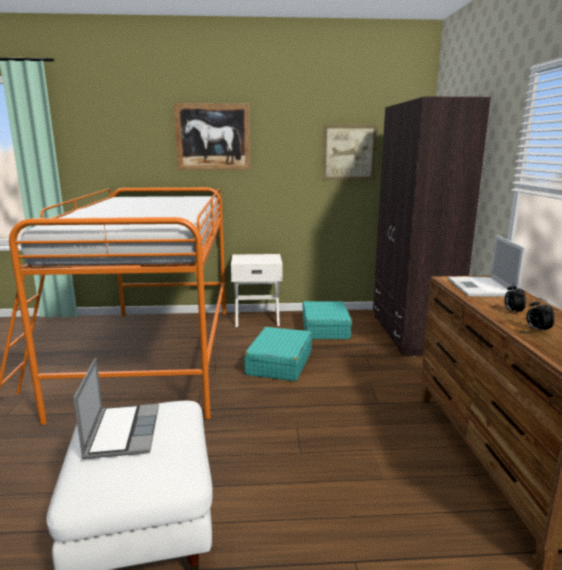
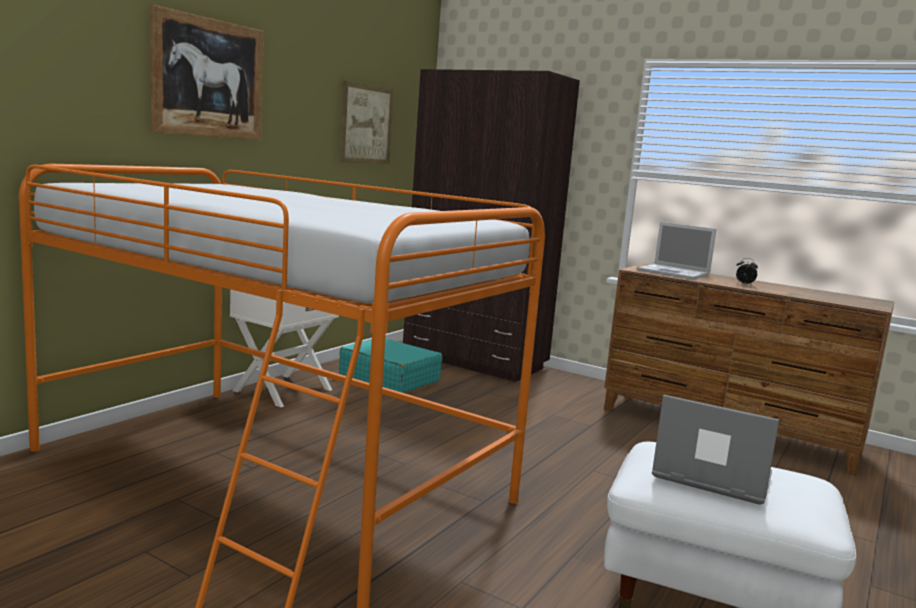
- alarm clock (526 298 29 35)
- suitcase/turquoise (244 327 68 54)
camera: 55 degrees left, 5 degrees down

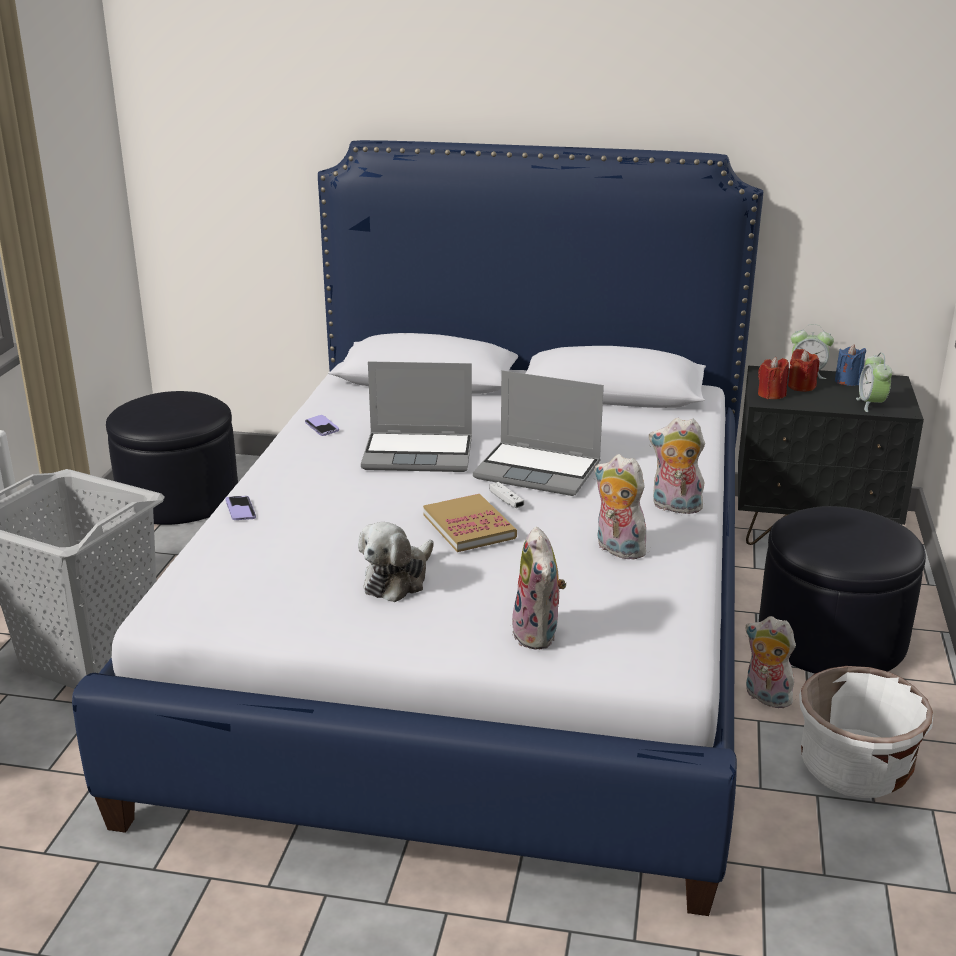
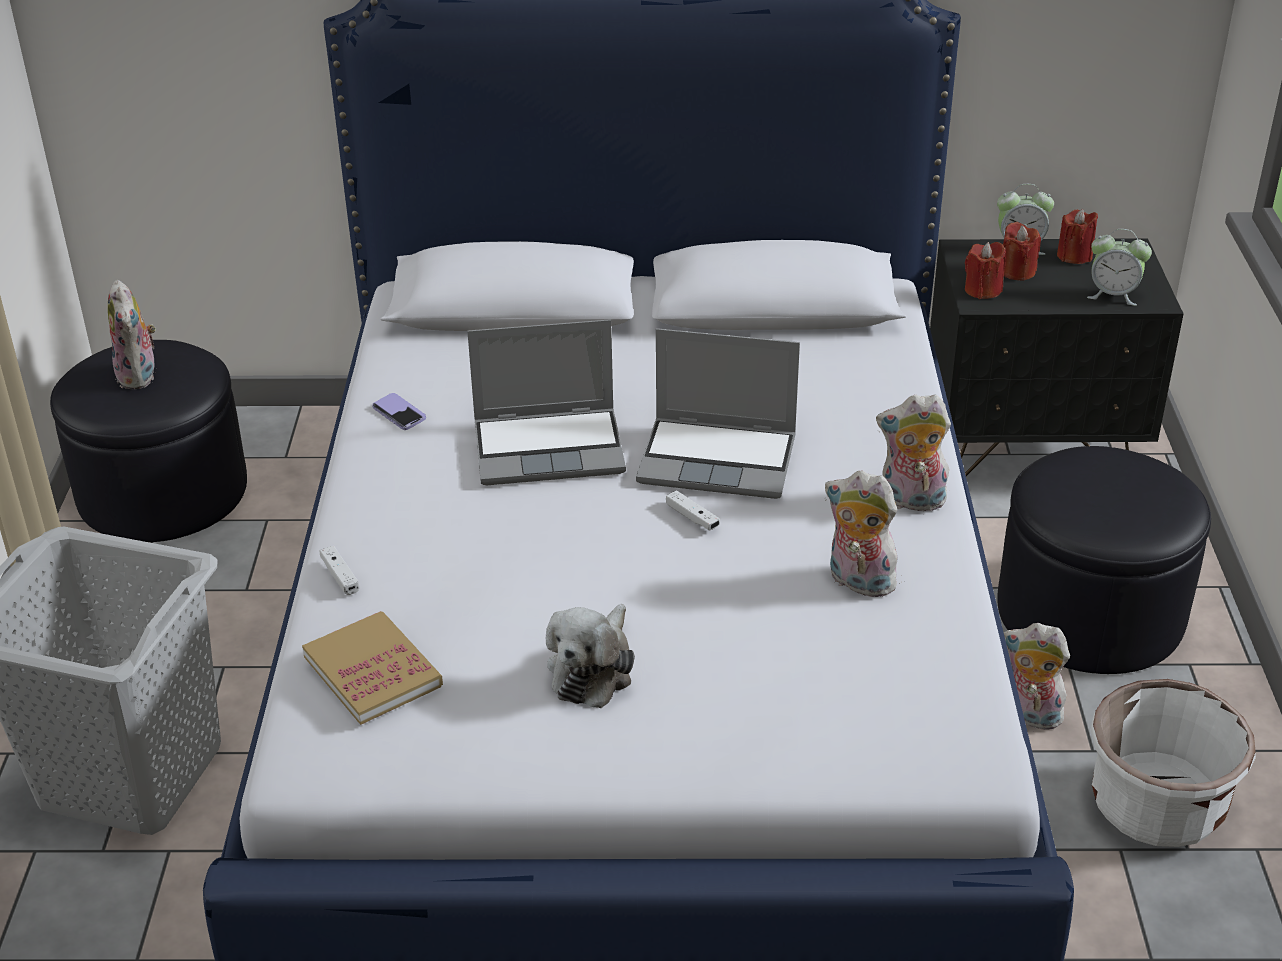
~ candle/blue (835 344 31 42) to candle/red (1057 209 41 55)
~ alarm clock (856 352 36 60) = (1087 229 65 77) 60 degrees counterclockwise
~ book (423 494 94 58) to (302 611 141 114)
~ phone (225 496 31 24) to game controller/white (320 546 39 49)
~ plush toy (512 527 54 123) to (108 280 48 110)
camera: 10 degrees left, 10 degrees up

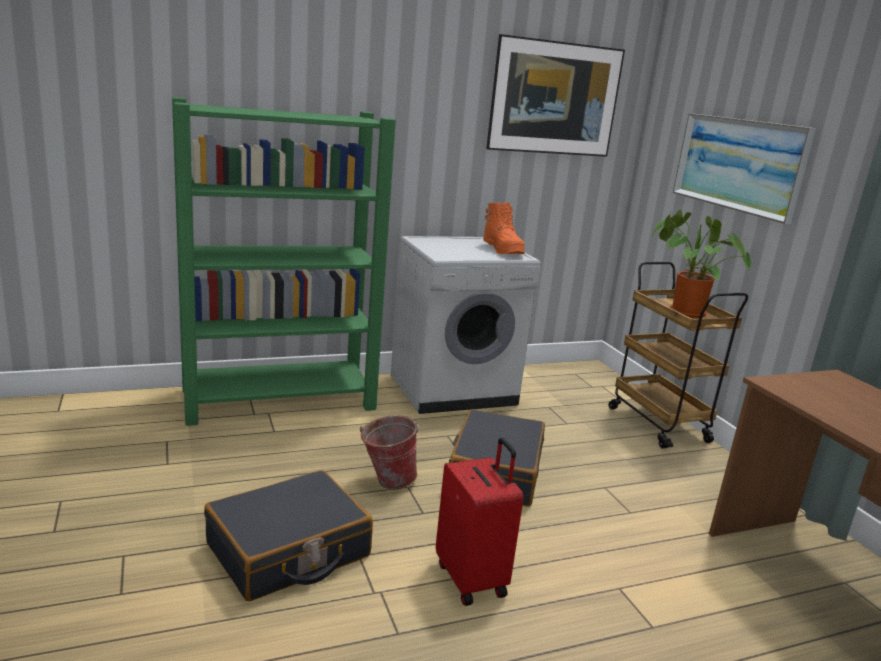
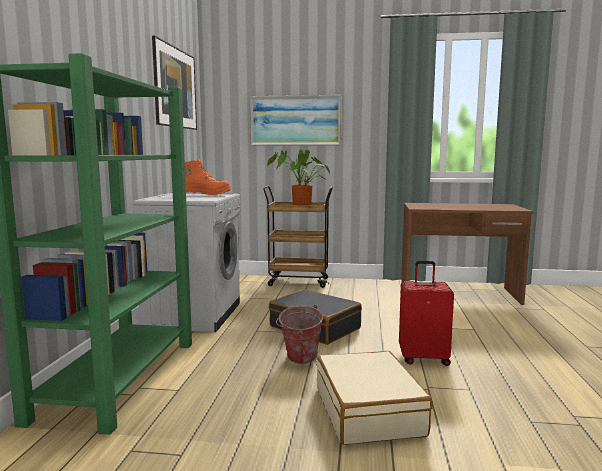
~ suitcase/black (204 470 169 131) to suitcase/beige (316 351 117 94)
camera: 60 degrees left, 10 degrees down

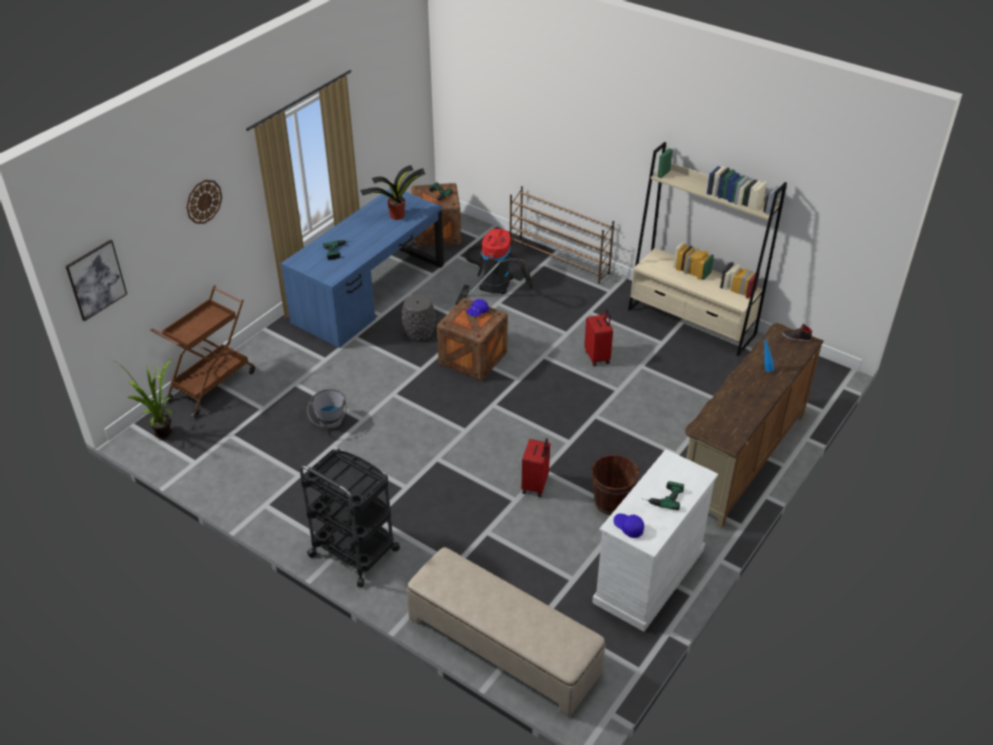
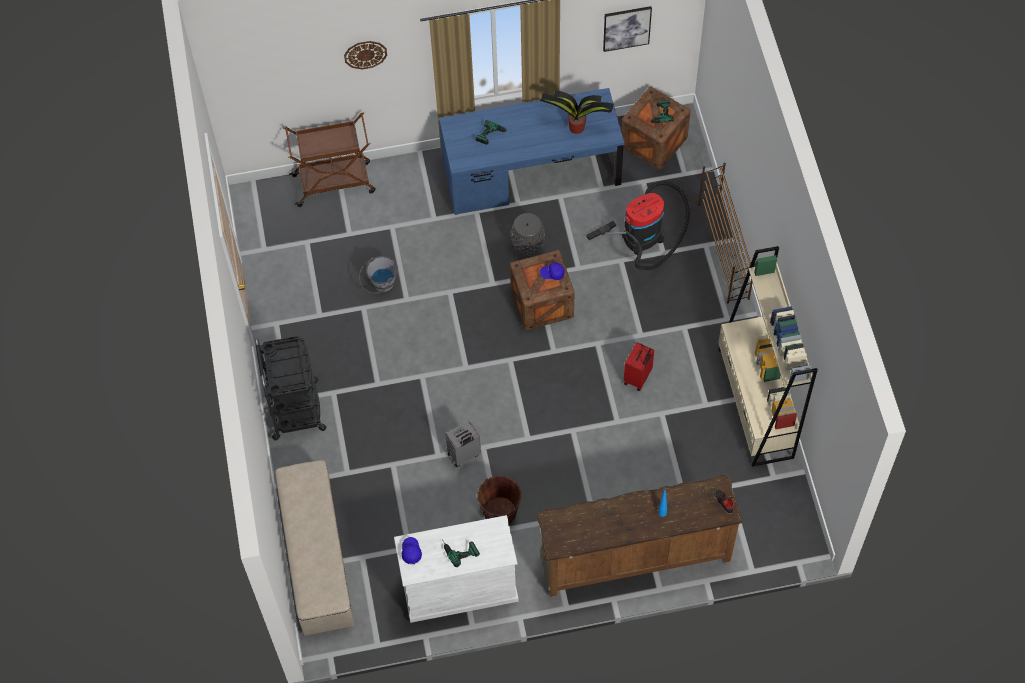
~ picture (66 240 61 81) to (603 6 49 46)
- potted plant (114 359 59 80)
~ suitcase/red (521 438 29 59) to suitcase/grey (445 421 36 46)
camera: 45 degrees right, 20 degrees up

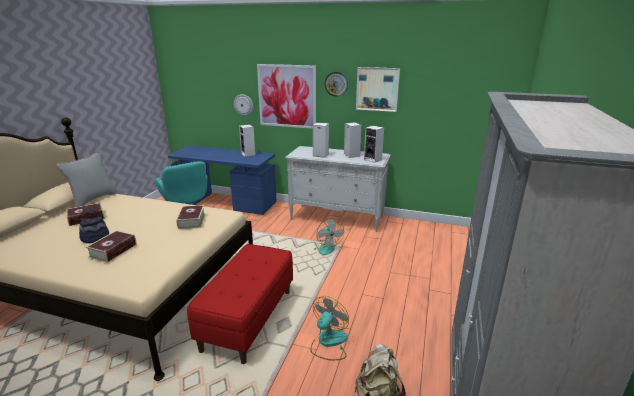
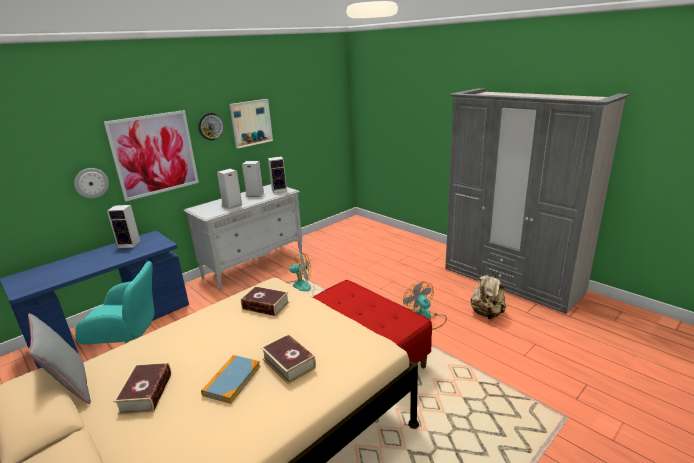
~ hat (79 206 30 37) to book (201 355 60 49)
camera: 60 degrees left, 0 degrees up

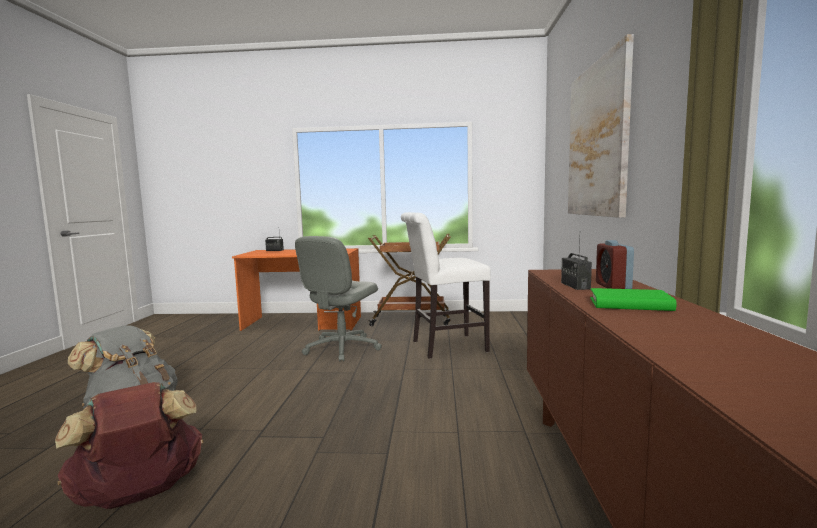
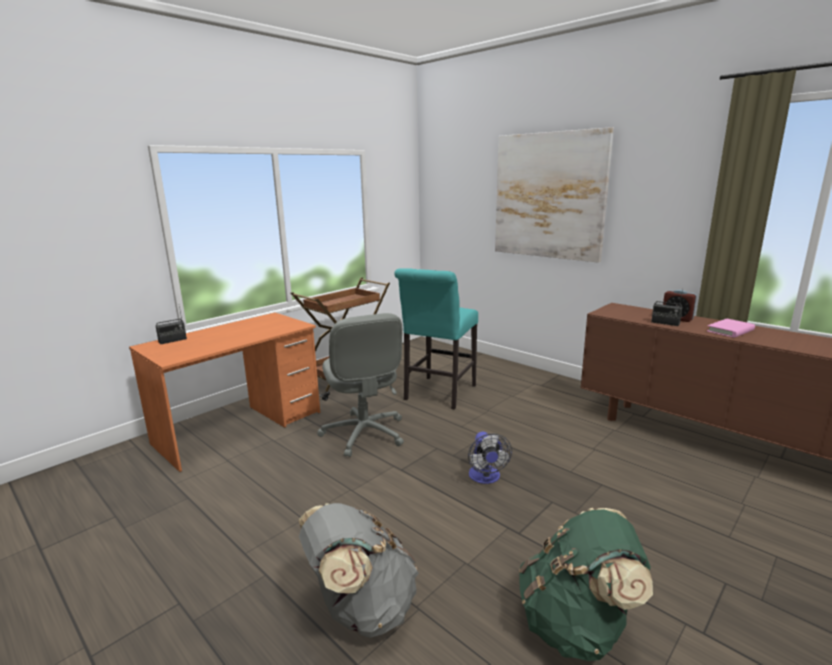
~ stool/white (401 212 90 147) to stool/turquoise (394 268 84 142)
~ book/green (590 288 86 23) to book/pink (707 319 48 19)
~ backpack/brown (55 382 149 127) to backpack/green (519 508 134 153)
+ fan (468 432 44 52)
camera: 50 degrees left, 10 degrees up

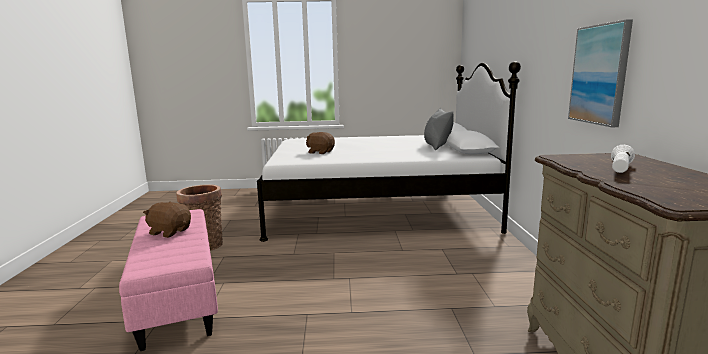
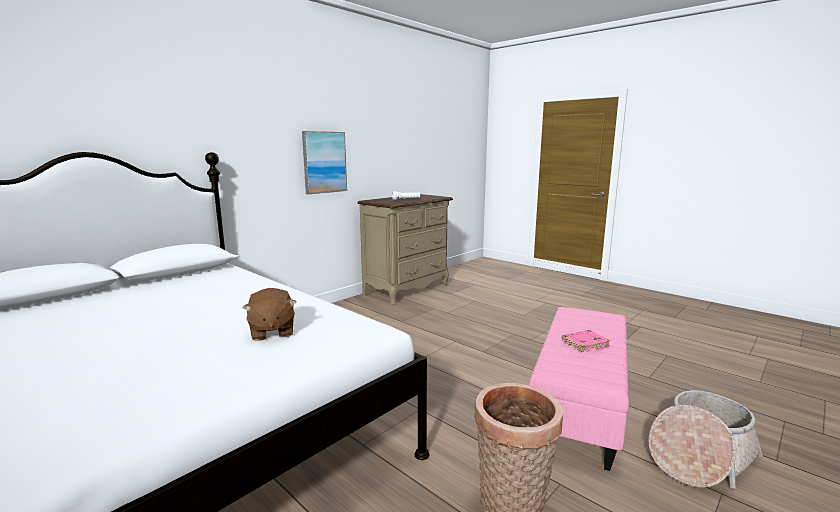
- pillow/grey (424 108 30 42)
~ plush toy/brown (143 201 48 37) to book/pink (561 330 49 22)
+ basket (648 390 115 99)
camera: 135 degrees left, 0 degrees up

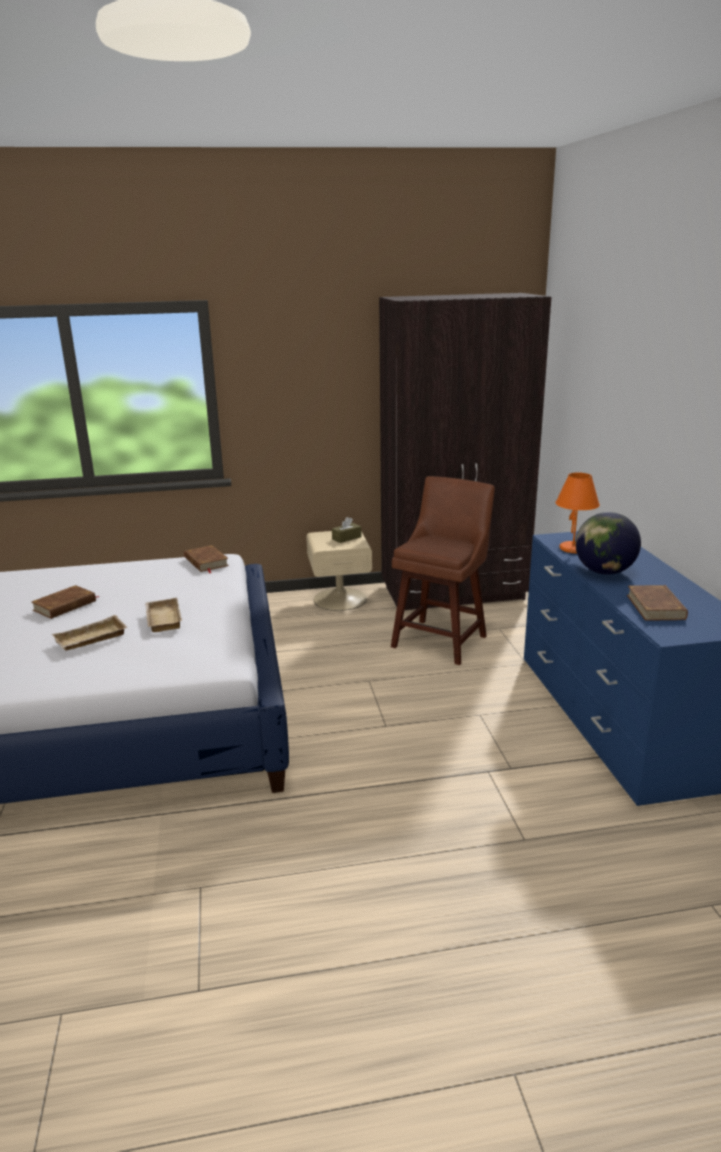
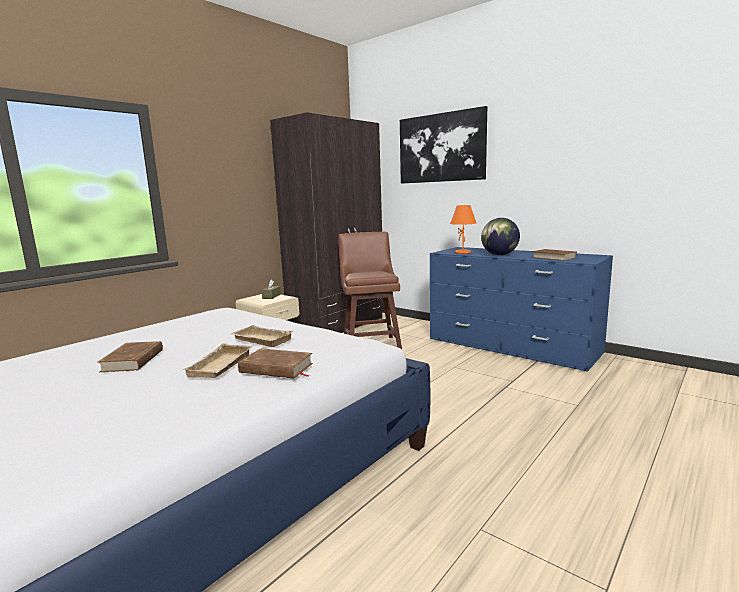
~ book/brown (184 545 45 29) to (238 348 75 31)
+ picture (400 106 87 78)
camera: 40 degrees left, 10 degrees down

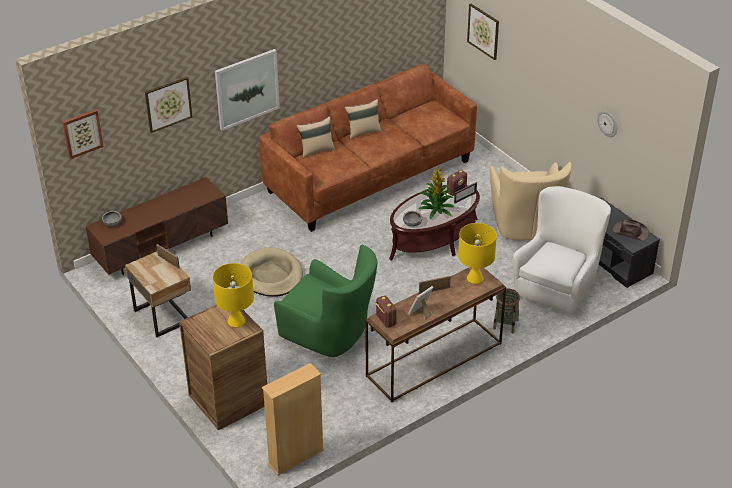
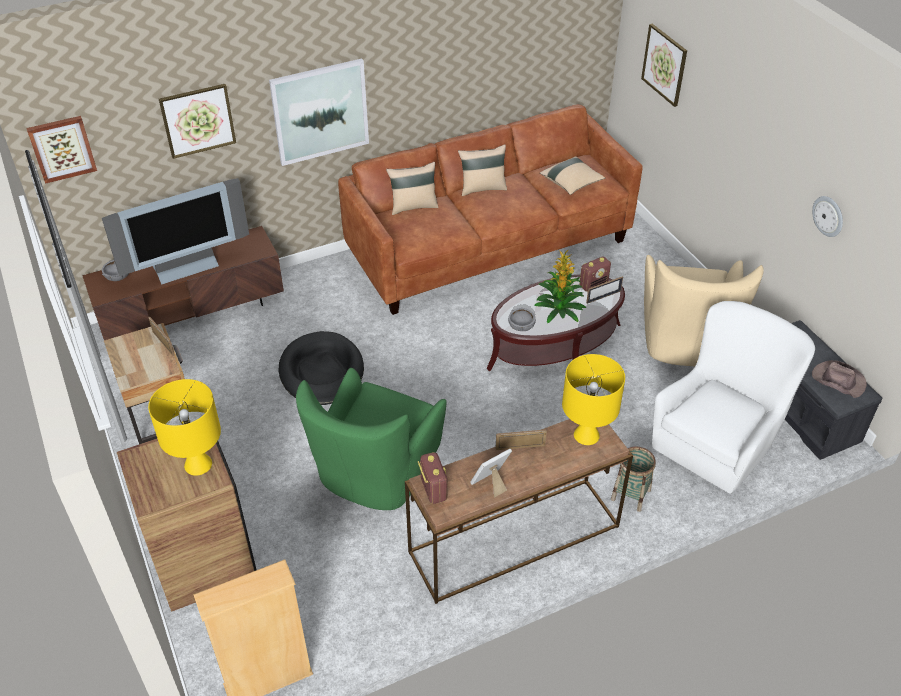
~ armchair/green (274 245 104 112) = (296 368 151 142) 75 degrees clockwise
~ dog bed/beige (241 247 62 50) to dog bed/black (279 331 85 74)
+ pillow/beige (540 156 65 39)
+ television (102 178 147 107)
camera: 10 degrees right, 5 degrees up

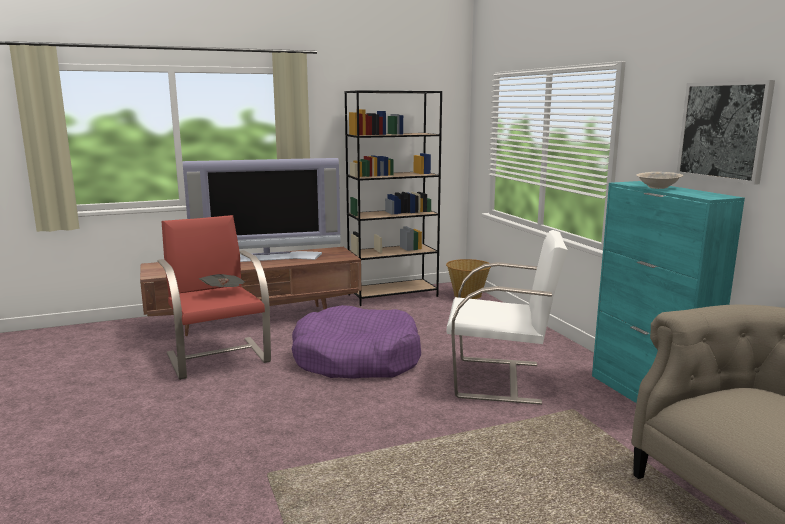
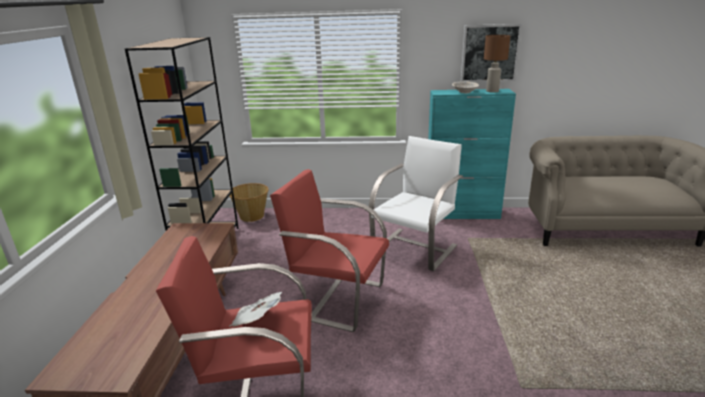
- television (183 158 158 104)
~ dog bed/purple (292 305 129 74) to armchair/red (270 169 119 163)
+ table lamp/brown (484 35 26 58)
camera: 65 degrees left, 10 degrees up

